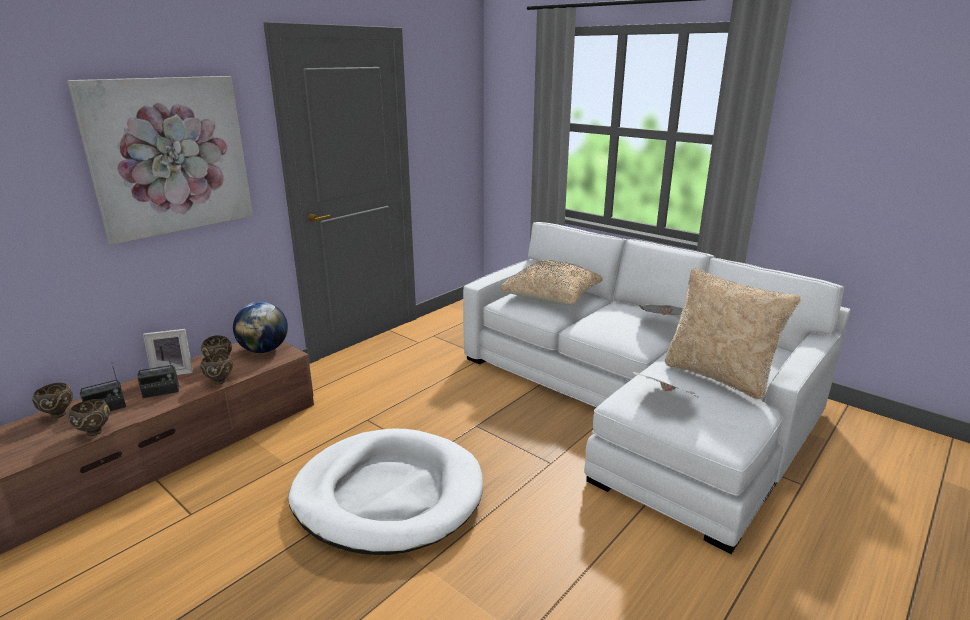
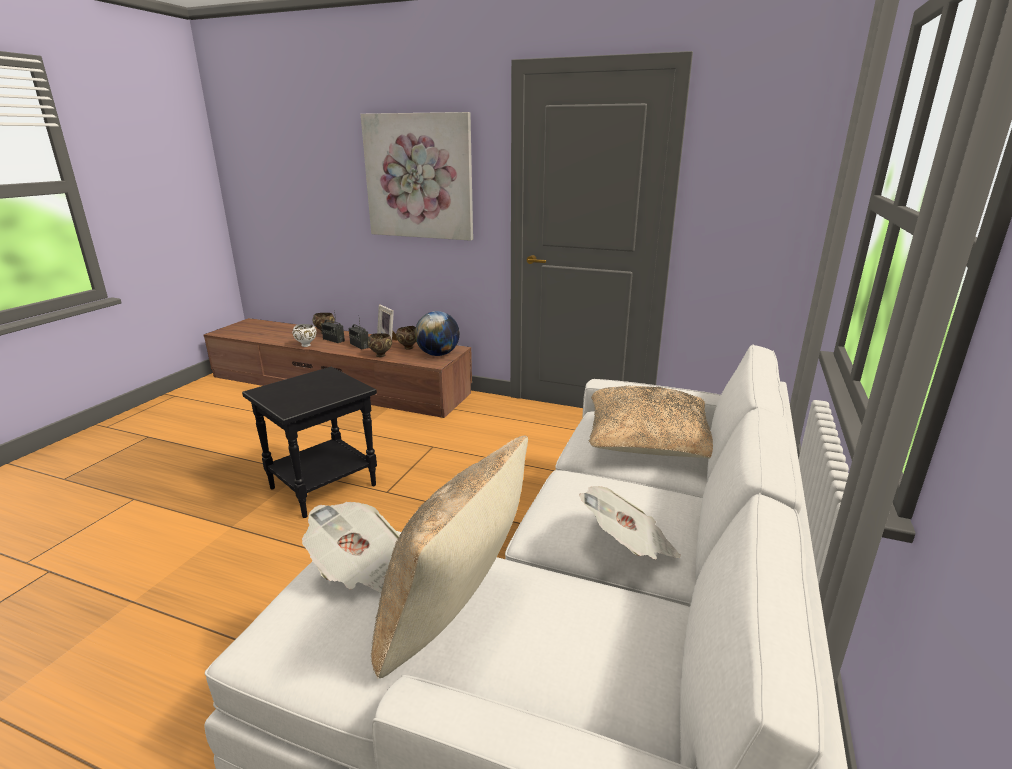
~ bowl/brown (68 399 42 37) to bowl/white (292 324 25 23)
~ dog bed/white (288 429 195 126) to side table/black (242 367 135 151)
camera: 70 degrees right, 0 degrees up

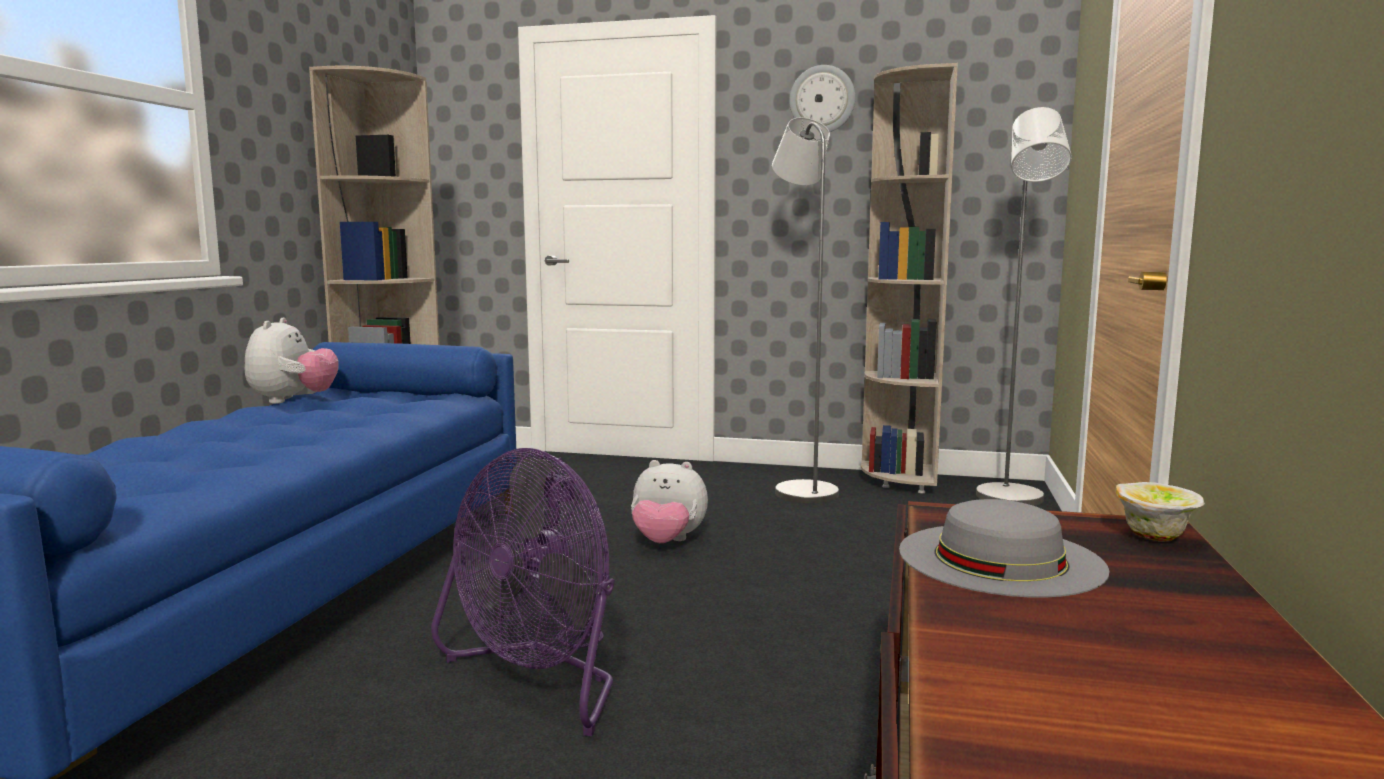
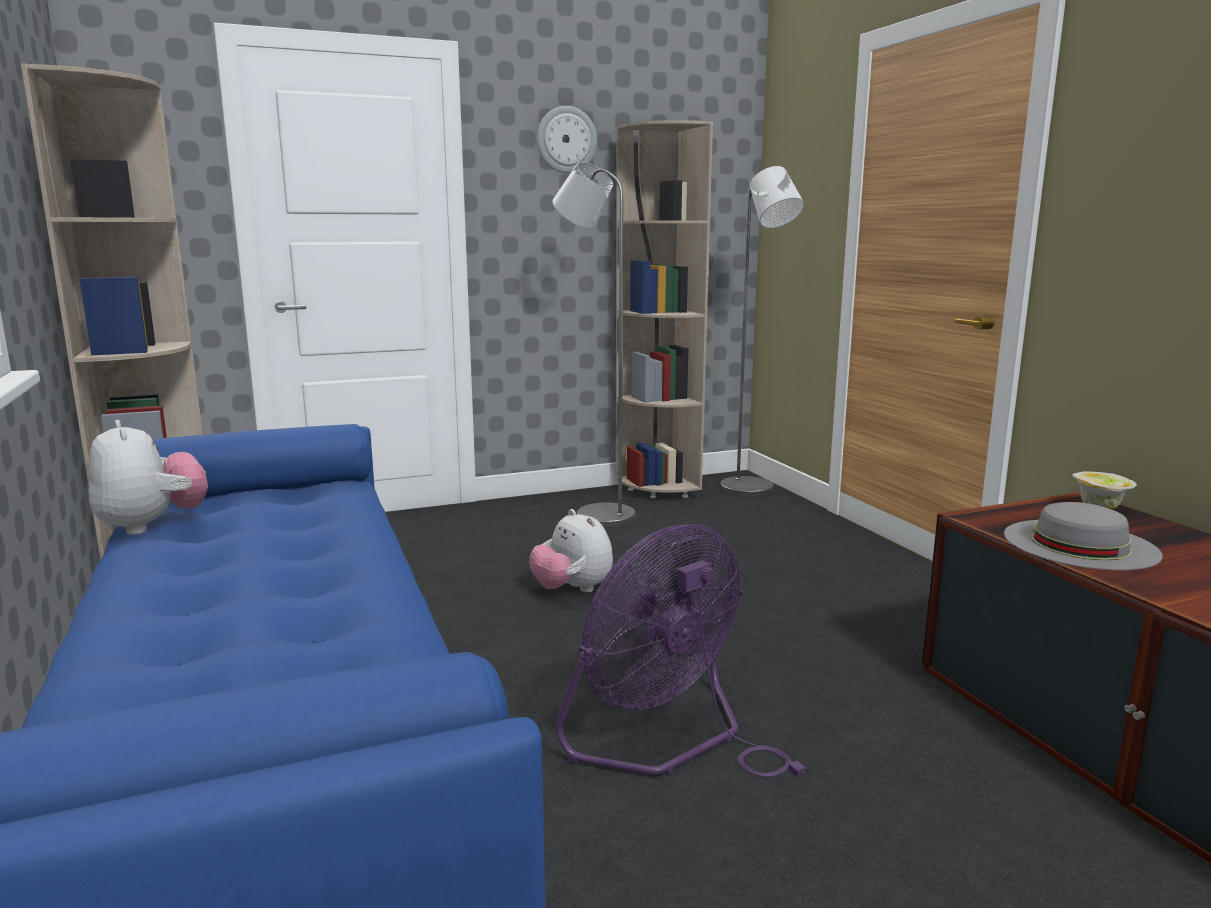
~ fan/purple (431 448 184 288) = (555 525 252 252) 135 degrees clockwise
~ plush toy (631 460 77 83) = (530 509 83 83) 75 degrees clockwise
camera: 35 degrees left, 5 degrees up

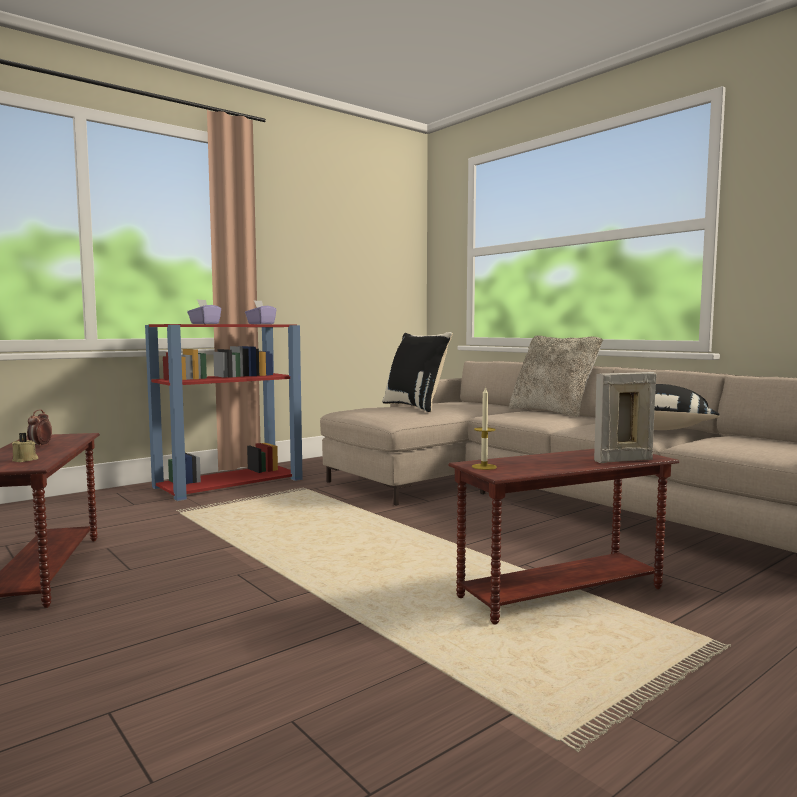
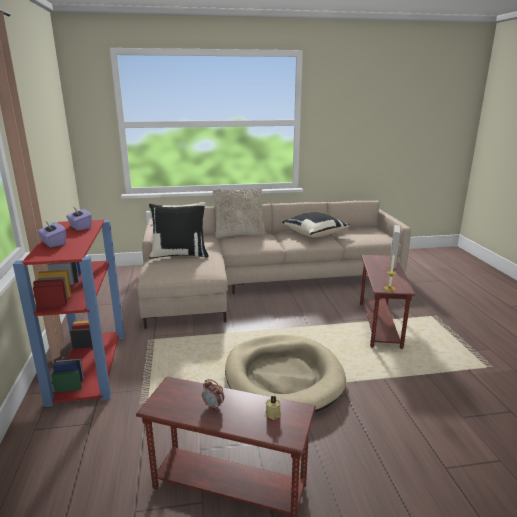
+ dog bed/beige (225 335 121 78)
camera: 60 degrees left, 15 degrees up

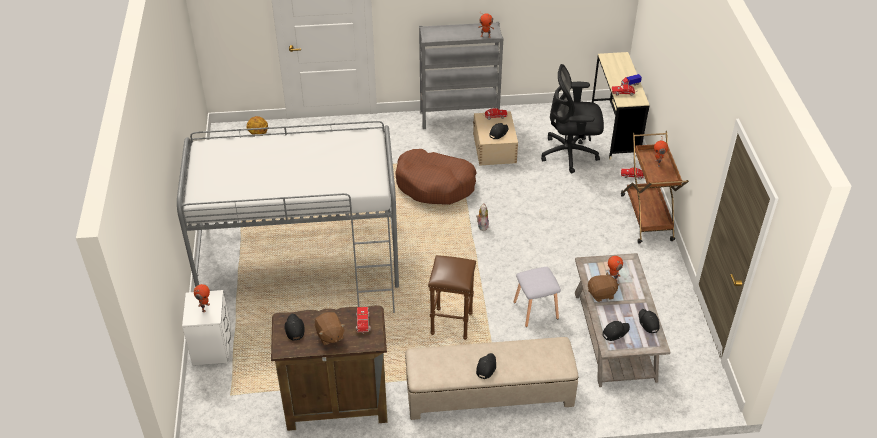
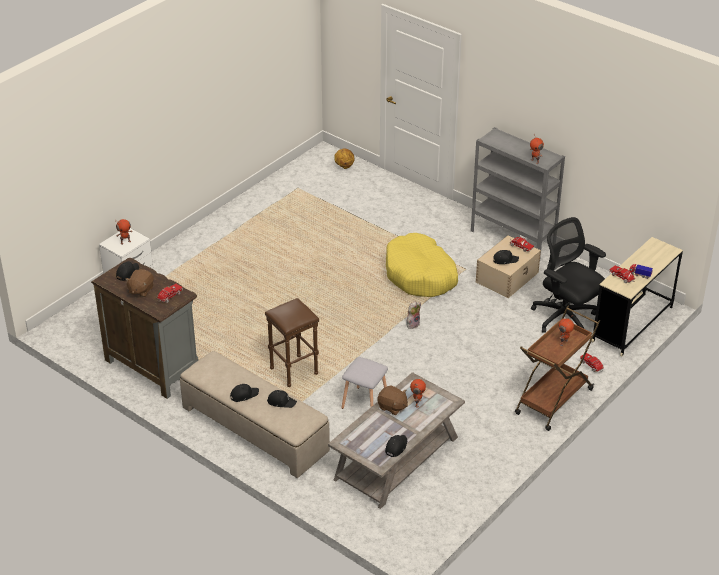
- bed/grey (177 121 222 192)
~ dog bed/brown (395 149 81 56) to dog bed/yellow (386 233 72 64)
~ cap/black (603 321 27 20) to (267 390 30 18)
camera: 45 degrees right, 5 degrees down

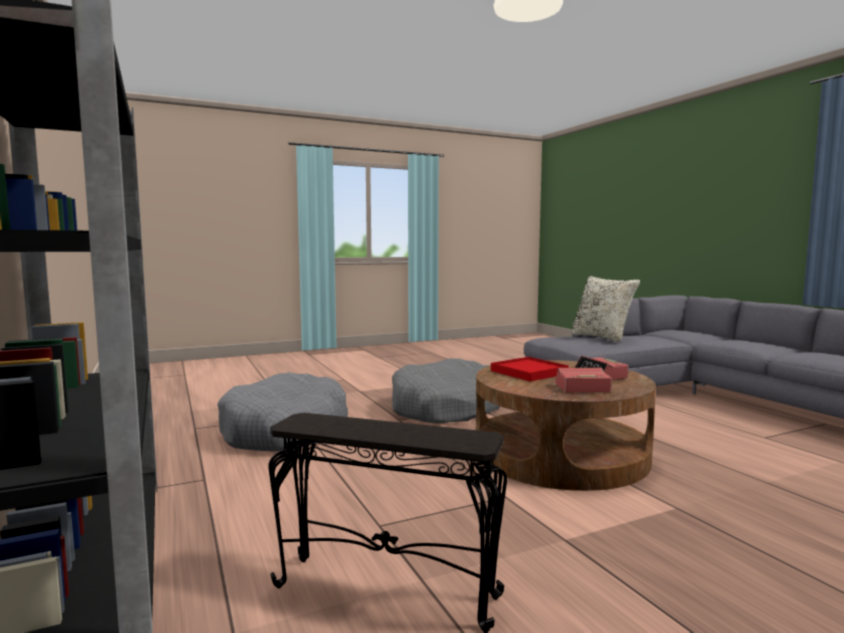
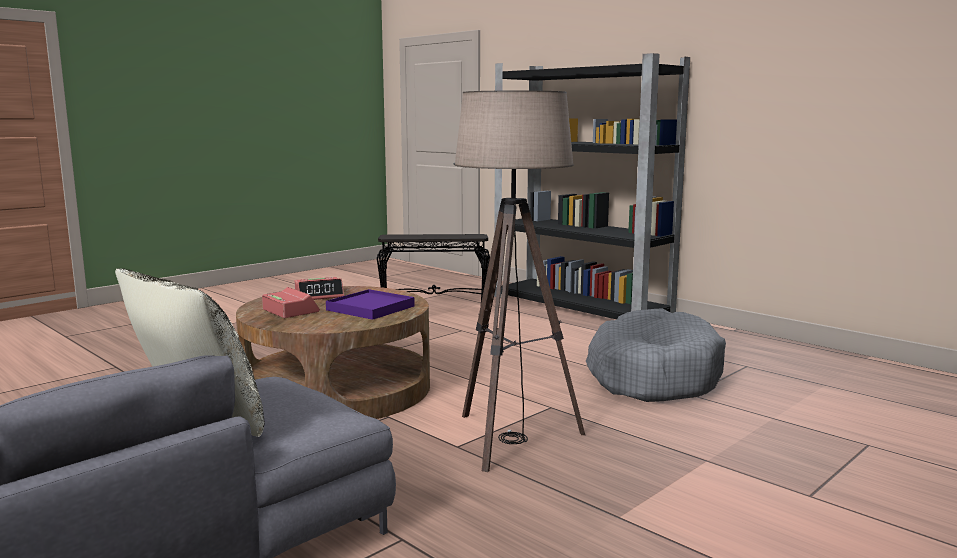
~ tray/red (491 357 78 24) to tray/purple (326 289 89 31)
~ dog bed/grey (392 358 108 66) to floor lamp (455 90 130 382)
camera: 160 degrees right, 5 degrees up

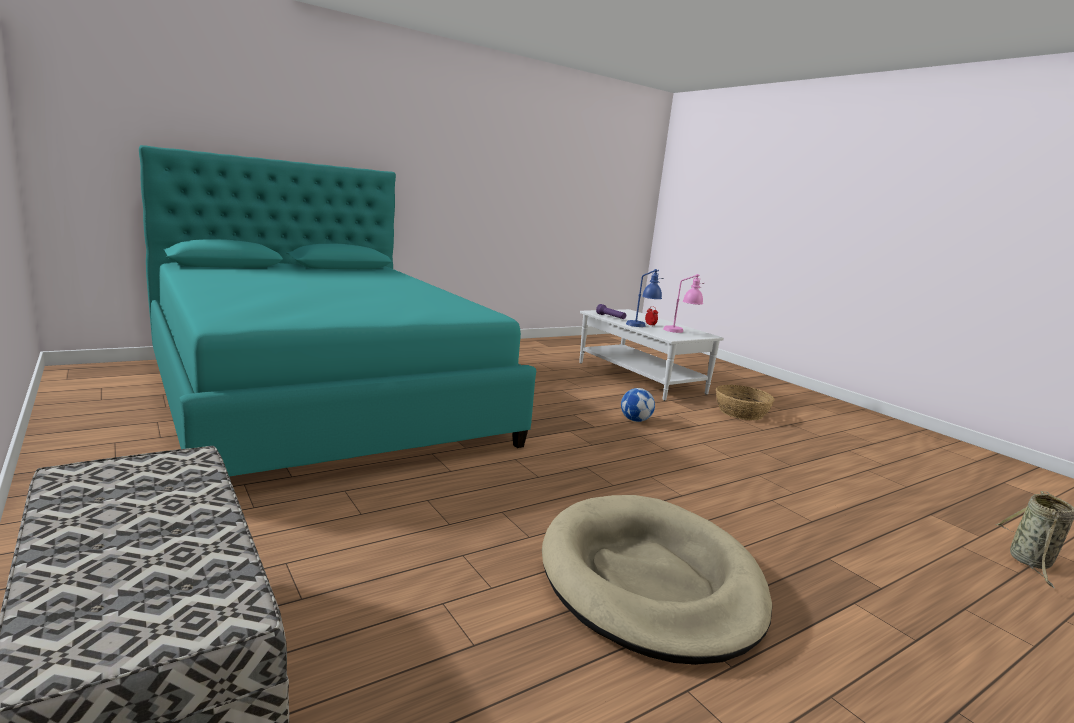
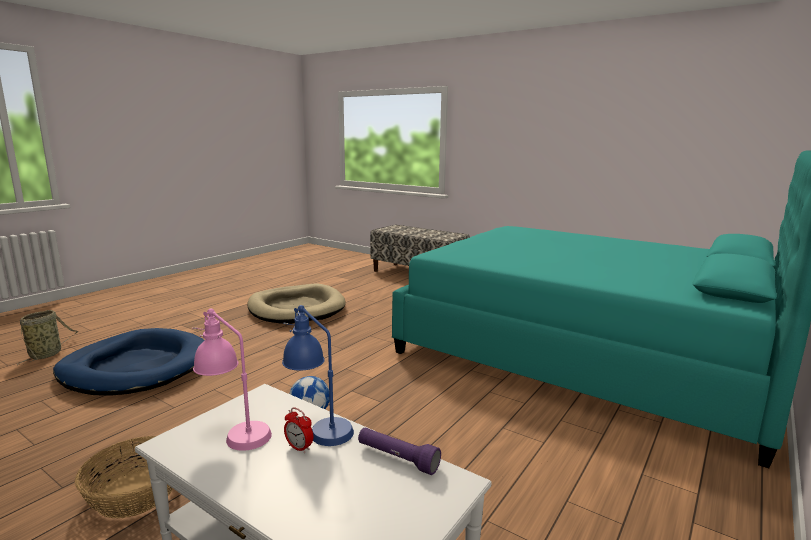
+ dog bed/blue (53 328 151 68)
camera: 160 degrees right, 0 degrees up

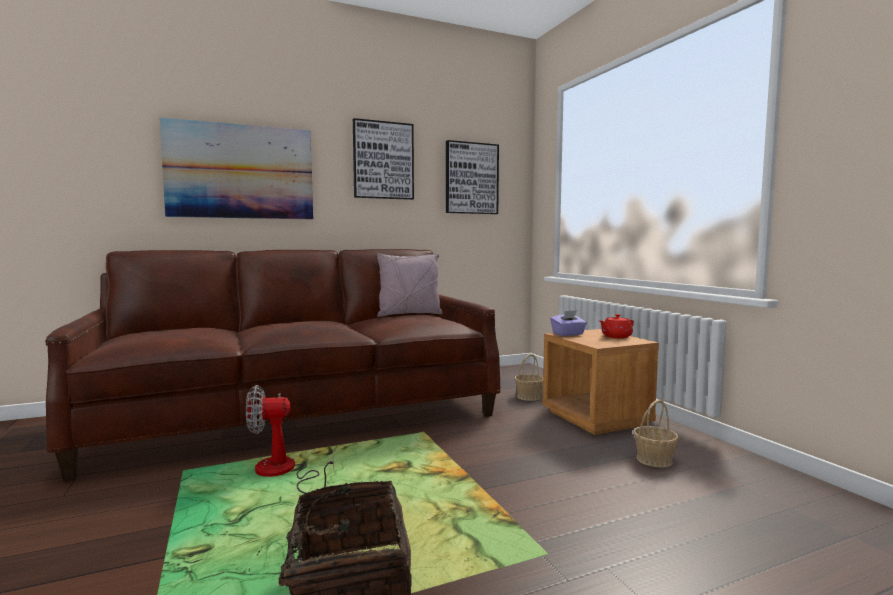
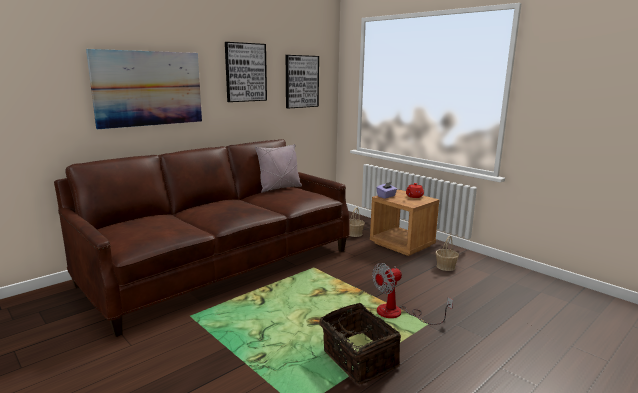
~ fan (246 385 88 109) to (372 263 81 62)
camera: 20 degrees left, 10 degrees up

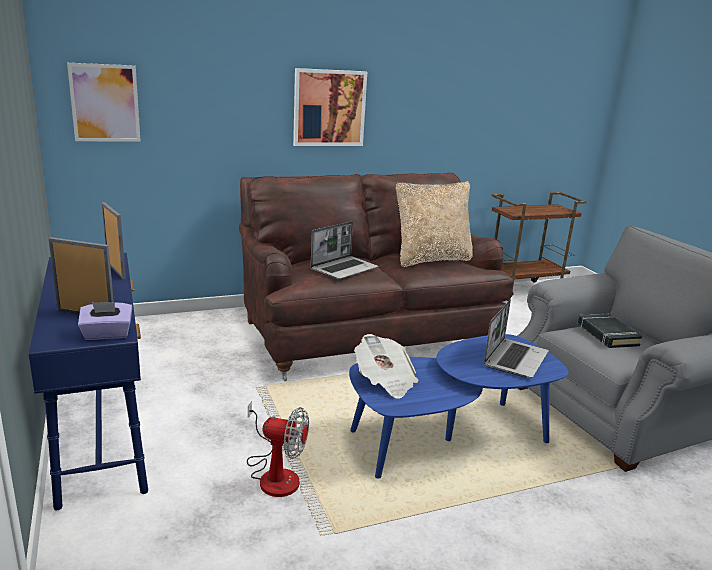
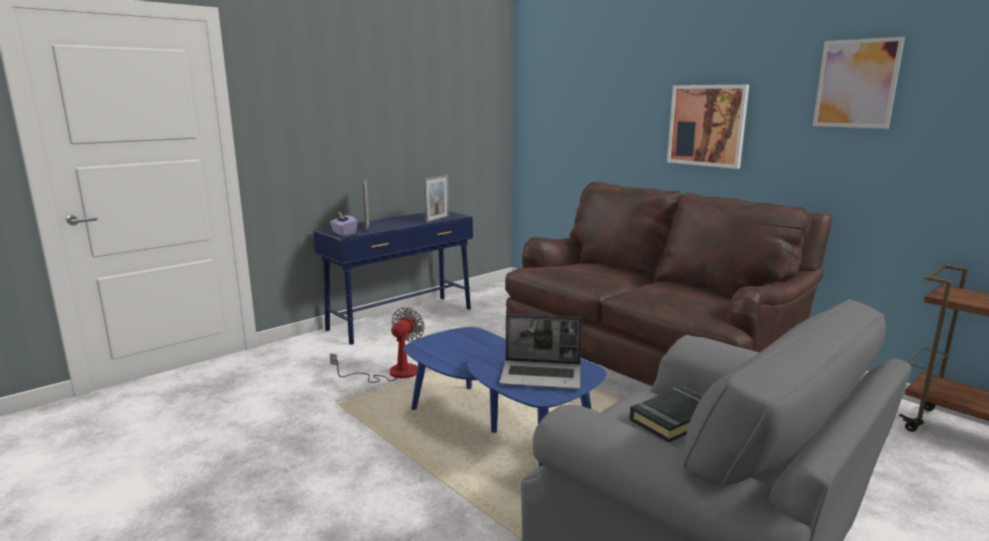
~ picture (67 63 73 78) to (813 37 92 92)
- pillow/beige (396 181 77 86)
- laptop (310 221 68 58)
- newspaper (354 334 65 65)
~ fan (247 401 62 96) = (330 307 95 76) 150 degrees counterclockwise
camera: 70 degrees right, 5 degrees down

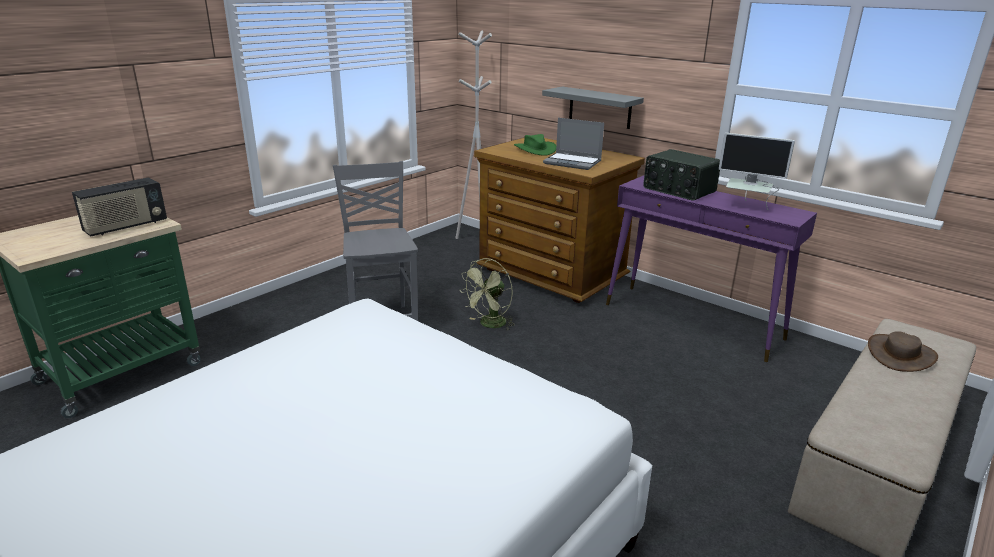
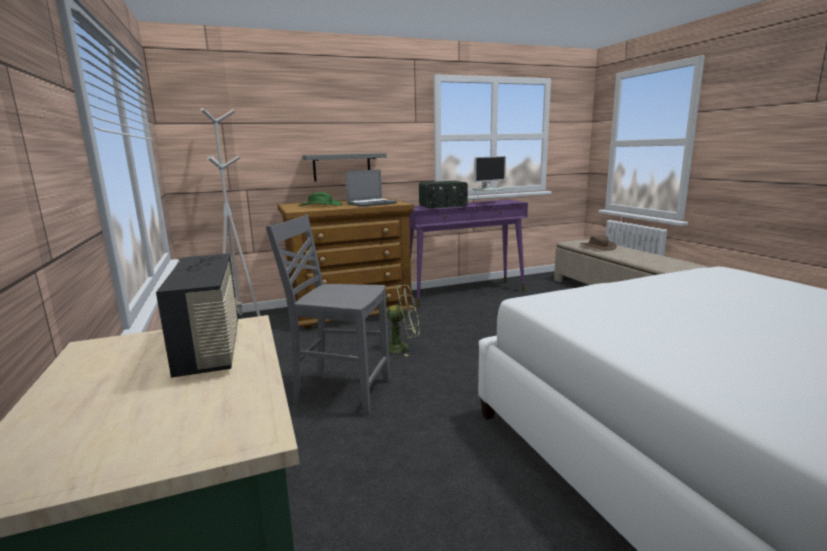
~ fan/green (462 258 53 72) = (378 284 41 72) 75 degrees counterclockwise
camera: 60 degrees left, 10 degrees down

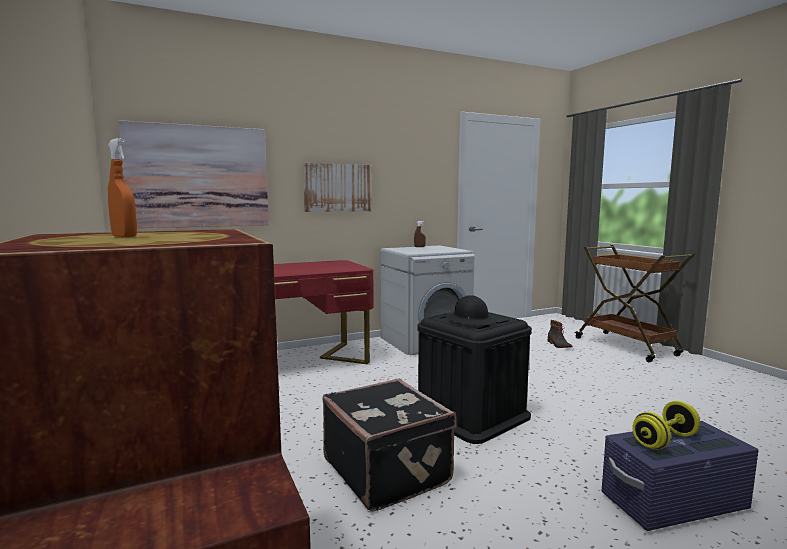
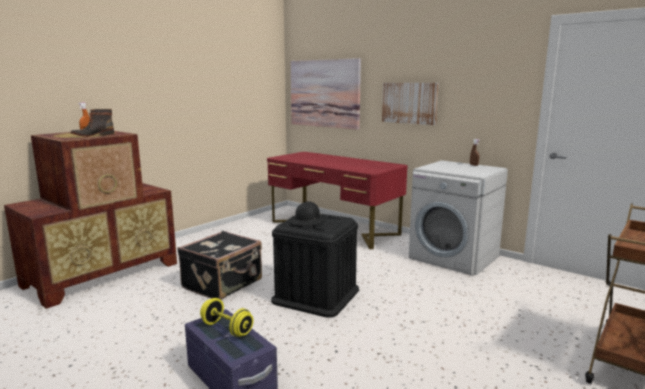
~ boot (548 320 24 28) to (71 109 43 28)
camera: 65 degrees right, 5 degrees up

